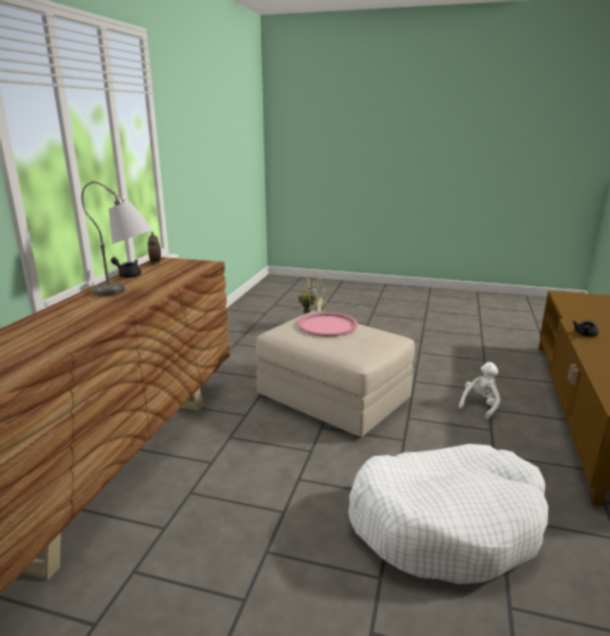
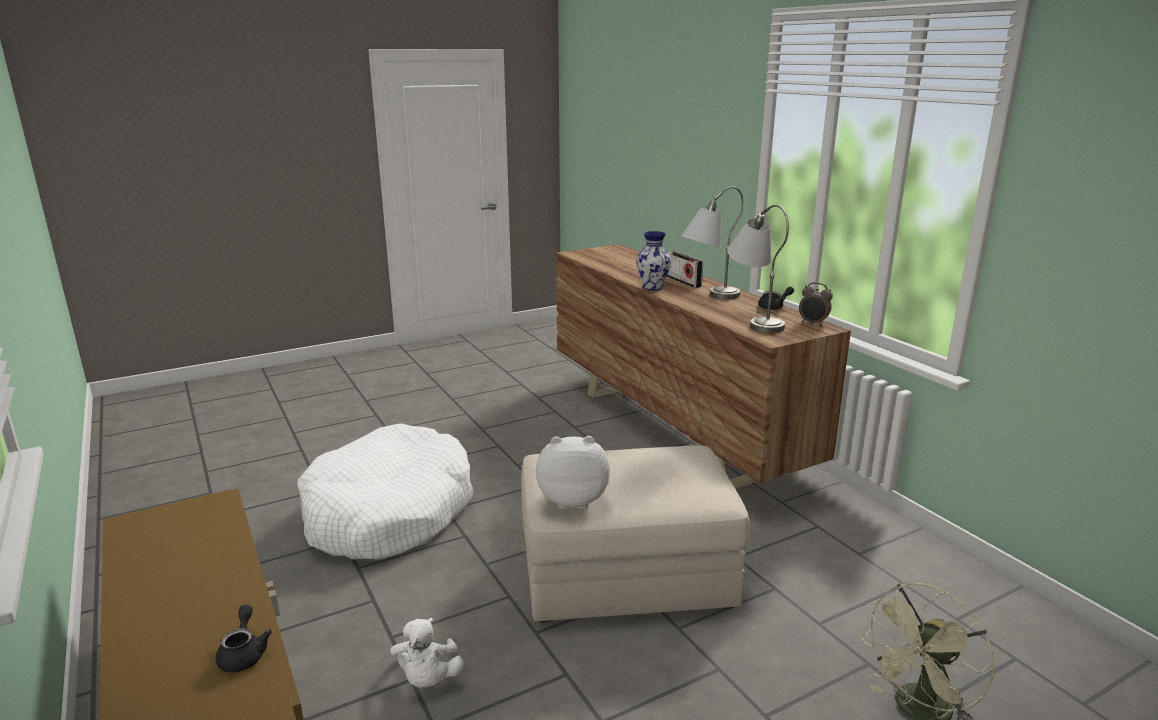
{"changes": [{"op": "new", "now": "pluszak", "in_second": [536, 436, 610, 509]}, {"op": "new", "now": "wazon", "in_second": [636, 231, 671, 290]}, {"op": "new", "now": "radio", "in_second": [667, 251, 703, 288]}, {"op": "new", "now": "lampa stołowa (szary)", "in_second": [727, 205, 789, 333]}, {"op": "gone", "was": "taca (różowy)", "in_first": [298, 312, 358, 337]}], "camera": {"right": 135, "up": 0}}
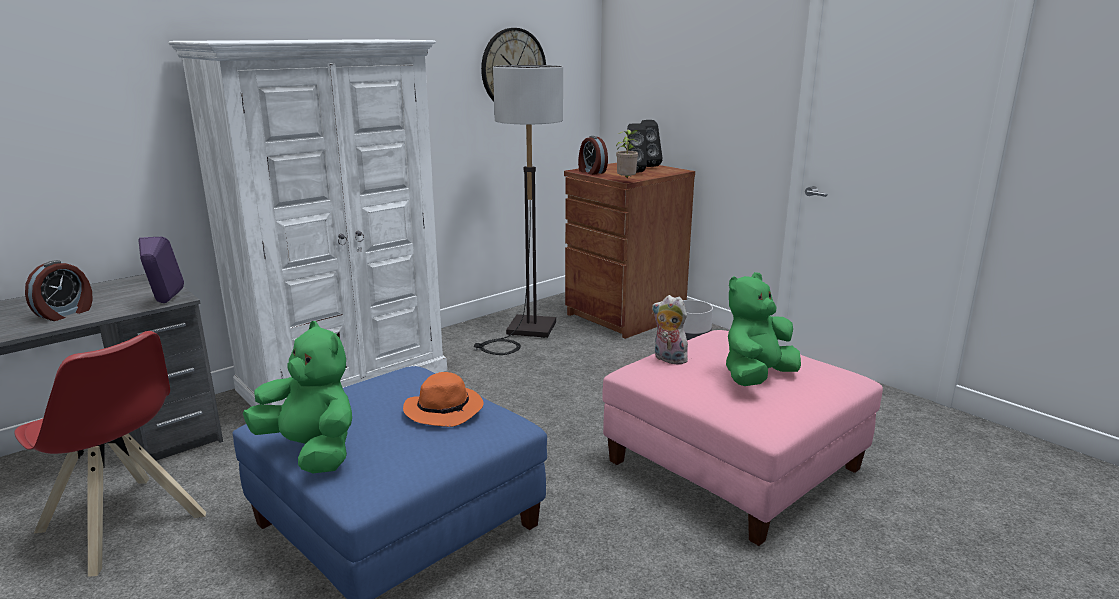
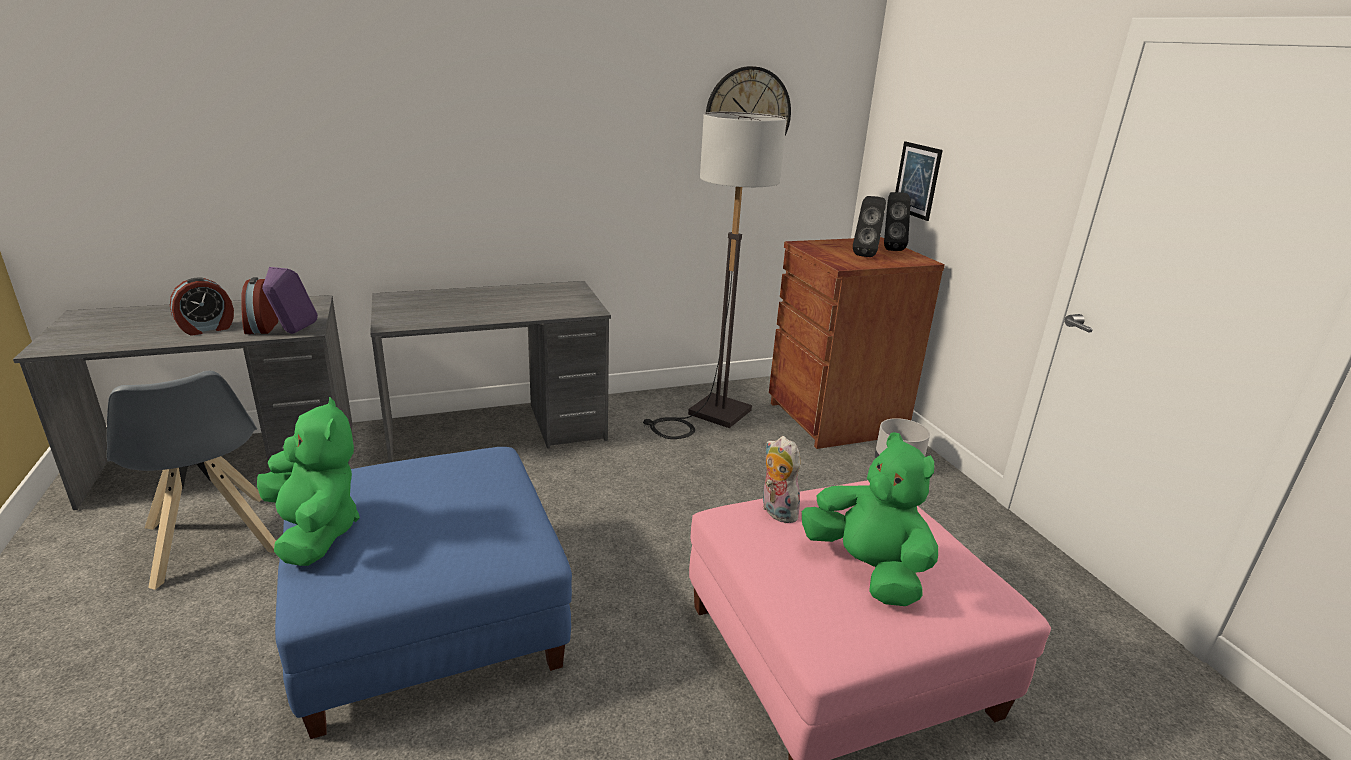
{"changes": [{"op": "repainted", "was": "krzesło (czerwony)", "now": "krzesło (szary)", "in_first": [14, 331, 206, 577], "in_second": [107, 371, 276, 590]}, {"op": "shifted", "was": "budzik", "in_first": [578, 136, 608, 175], "in_second": [241, 277, 278, 334]}, {"op": "swapped", "was": "szafa (biały)", "now": "biurko (szary)", "in_first": [169, 39, 447, 407], "in_second": [370, 281, 611, 462]}, {"op": "rotated", "was": "pluszak (zielony)", "in_first": [726, 272, 801, 386], "in_second": [802, 432, 938, 606], "clockwise": 75}, {"op": "new", "now": "obraz", "in_second": [895, 141, 943, 221]}, {"op": "gone", "was": "kapelusz (pomarańczowy)", "in_first": [403, 372, 484, 427]}, {"op": "gone", "was": "roślina doniczkowa", "in_first": [616, 130, 639, 179]}], "camera": {"right": 20, "up": 5}}
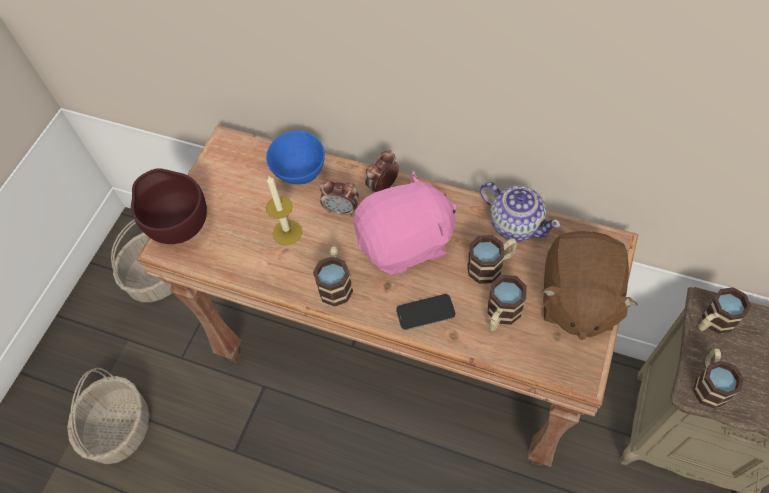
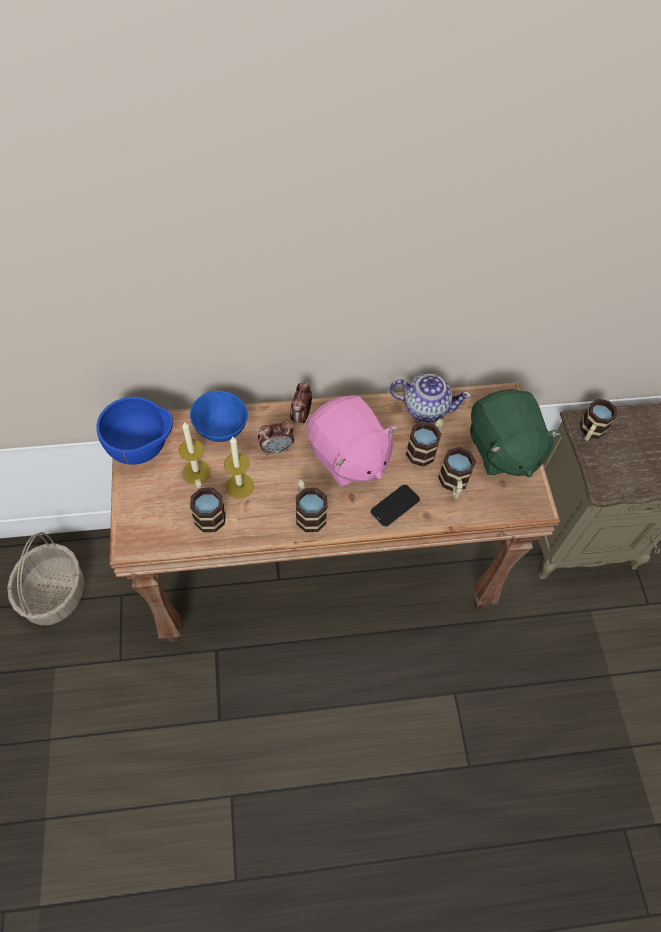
{"changes": [{"op": "new", "now": "miska (niebieski)", "in_second": [96, 397, 173, 465]}, {"op": "new", "now": "świeca", "in_second": [179, 421, 211, 485]}, {"op": "shifted", "was": "kubek", "in_first": [692, 348, 744, 409], "in_second": [190, 479, 226, 532]}, {"op": "rotated", "was": "pluszak (różowy)", "in_first": [354, 170, 457, 275], "in_second": [306, 395, 398, 487], "clockwise": 105}, {"op": "repainted", "was": "pluszak (brązowy)", "now": "pluszak (zielony)", "in_first": [542, 231, 638, 340], "in_second": [470, 389, 561, 477]}, {"op": "gone", "was": "koszyk", "in_first": [67, 368, 149, 464]}, {"op": "gone", "was": "miska (brązowy)", "in_first": [131, 168, 207, 244]}], "camera": {"right": -35, "up": 0}}
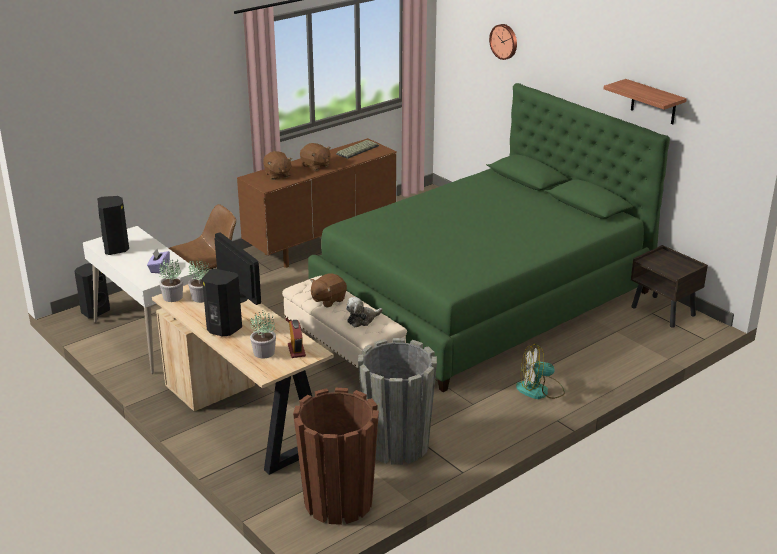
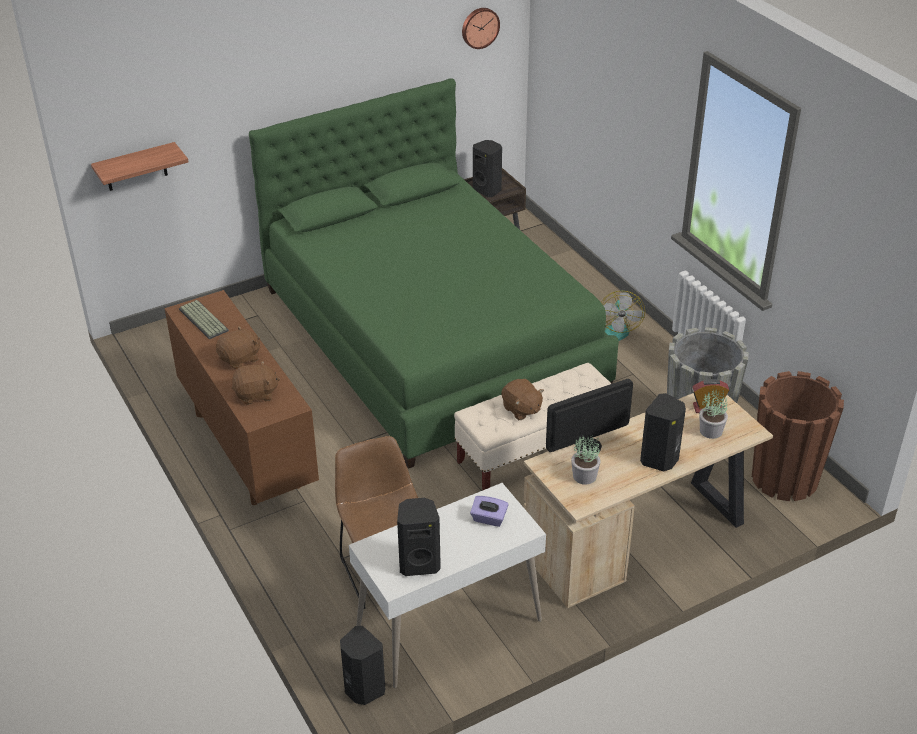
{"changes": [{"op": "shifted", "was": "półka", "in_first": [604, 79, 687, 124], "in_second": [91, 142, 189, 191]}, {"op": "shifted", "was": "zegar ścienny", "in_first": [489, 24, 517, 60], "in_second": [462, 8, 500, 49]}, {"op": "new", "now": "głośnik (czarny)", "in_second": [473, 140, 502, 197]}, {"op": "gone", "was": "roślina doniczkowa", "in_first": [159, 258, 183, 302]}, {"op": "gone", "was": "pluszak", "in_first": [346, 297, 383, 327]}], "camera": {"right": -80, "up": 10}}
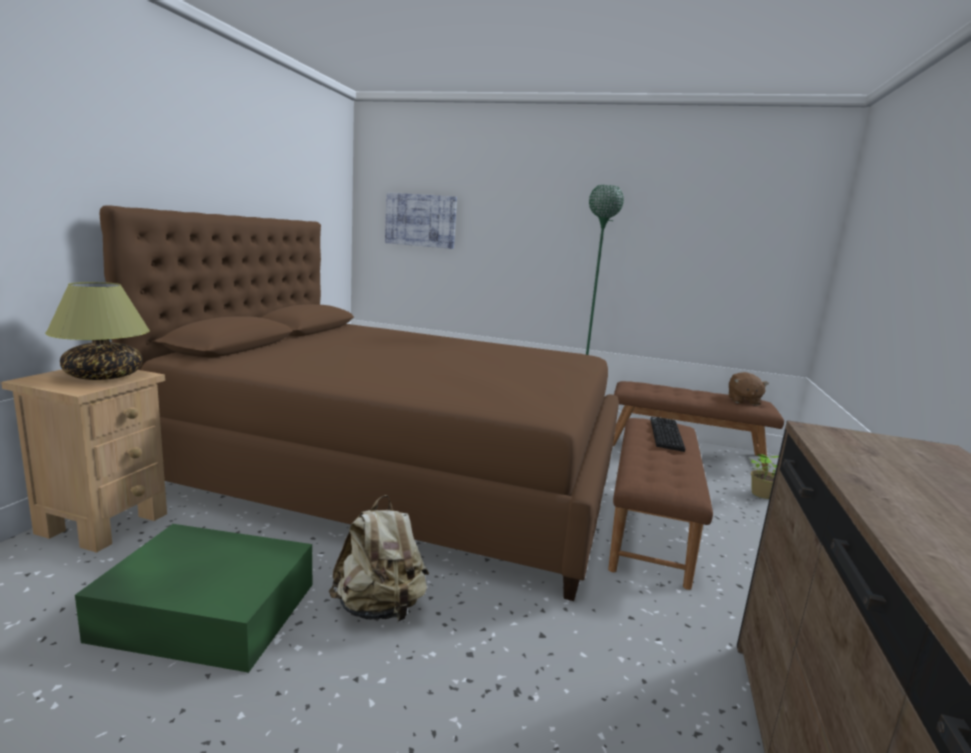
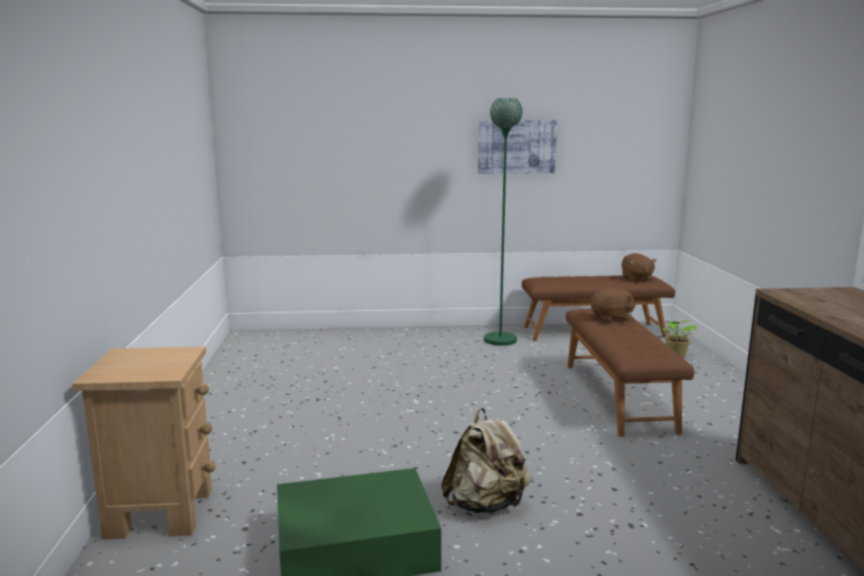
{"changes": [{"op": "shifted", "was": "obraz", "in_first": [385, 192, 457, 249], "in_second": [478, 120, 557, 174]}, {"op": "swapped", "was": "klawiatura", "now": "pluszak (brązowy)", "in_first": [650, 417, 685, 452], "in_second": [590, 288, 636, 322]}, {"op": "gone", "was": "lampa stołowa", "in_first": [45, 282, 150, 380]}, {"op": "gone", "was": "łóżko (brązowy)", "in_first": [99, 206, 619, 601]}], "camera": {"right": -20, "up": 0}}
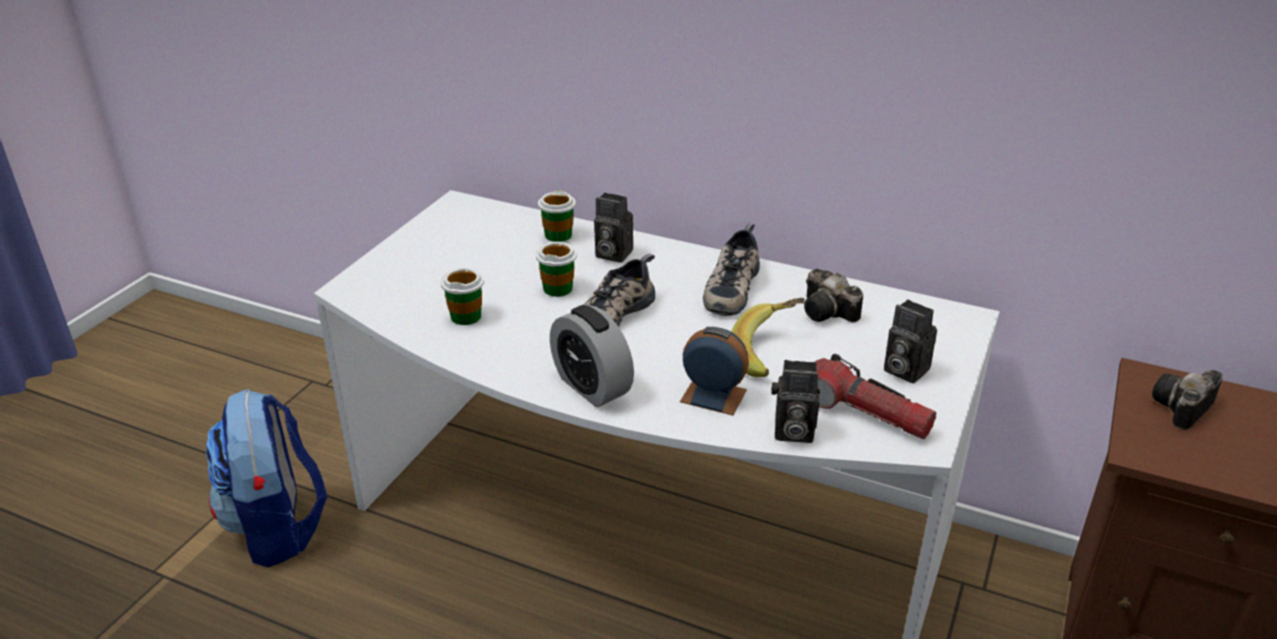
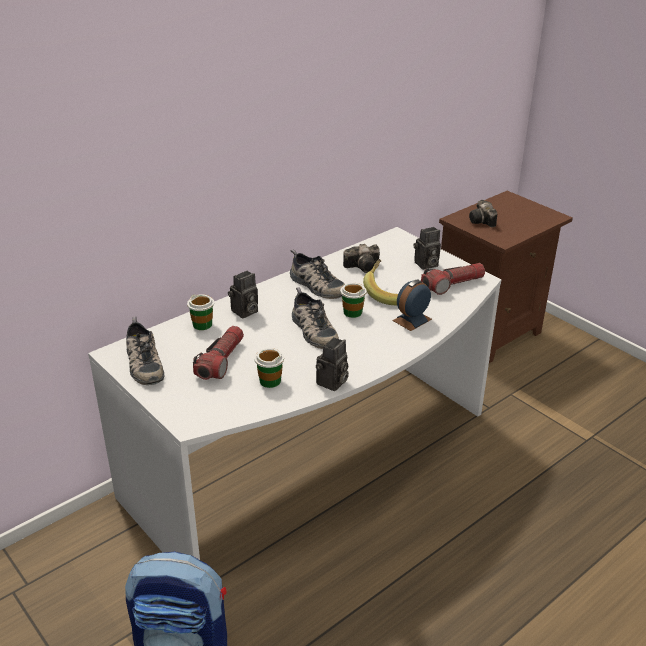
{"changes": [{"op": "new", "now": "but", "in_second": [126, 317, 164, 385]}, {"op": "new", "now": "latarka", "in_second": [193, 326, 244, 380]}, {"op": "shifted", "was": "aparat fotograficzny", "in_first": [771, 360, 820, 443], "in_second": [316, 337, 349, 391]}, {"op": "shifted", "was": "filiżanka", "in_first": [536, 242, 577, 297], "in_second": [340, 283, 367, 318]}, {"op": "gone", "was": "budzik", "in_first": [550, 305, 634, 407]}], "camera": {"right": -65, "up": 0}}
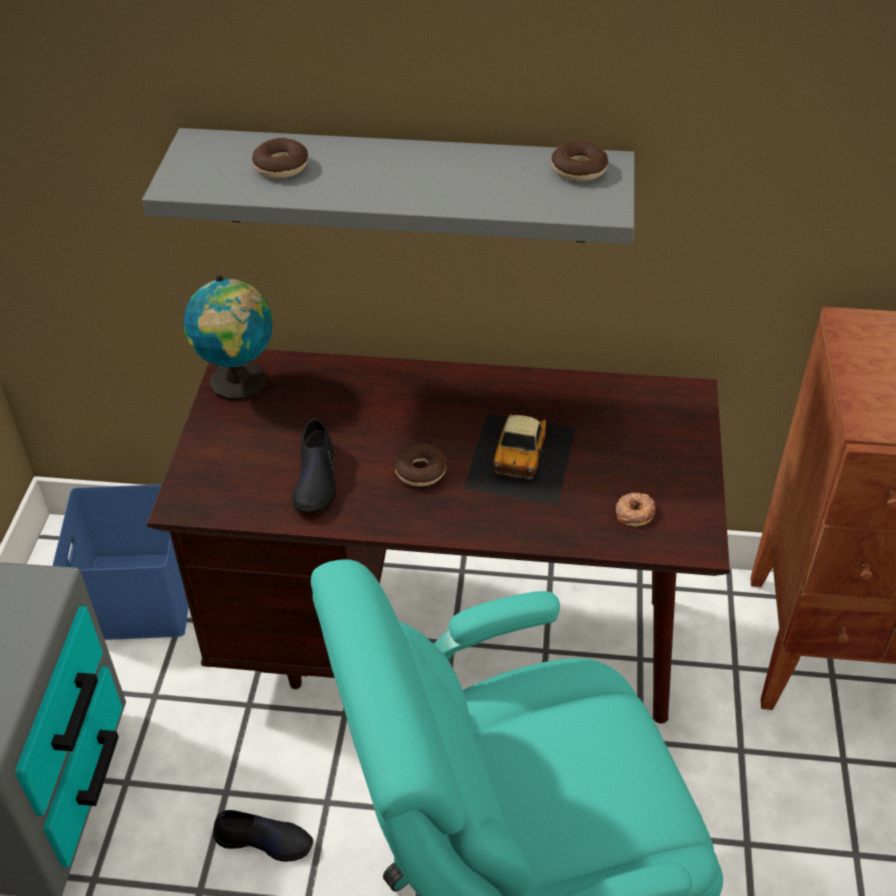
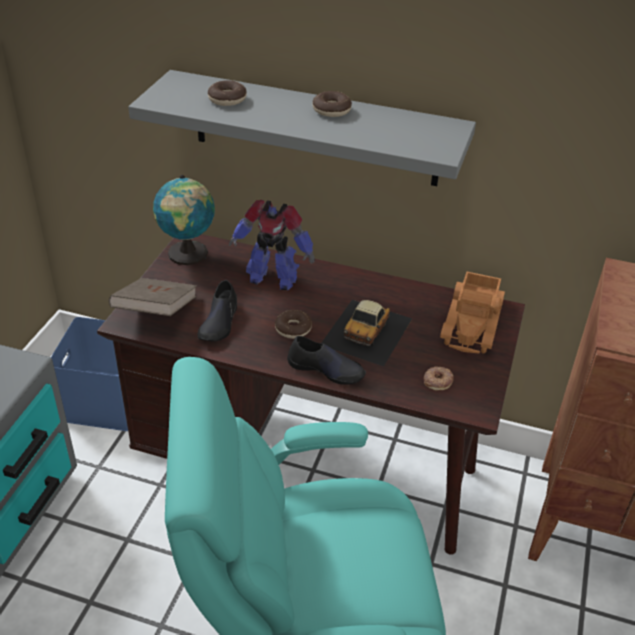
{"changes": [{"op": "new", "now": "książka (brązowy)", "in_second": [109, 278, 197, 316]}, {"op": "new", "now": "robot zabawkowy", "in_second": [229, 200, 315, 290]}, {"op": "shifted", "was": "but (czarny)", "in_first": [213, 810, 313, 862], "in_second": [287, 336, 366, 385]}, {"op": "shifted", "was": "donut", "in_first": [551, 141, 608, 181], "in_second": [312, 91, 352, 117]}, {"op": "new", "now": "ciężarówka zabawkowa", "in_second": [440, 271, 505, 354]}], "camera": {"right": 10, "up": -5}}
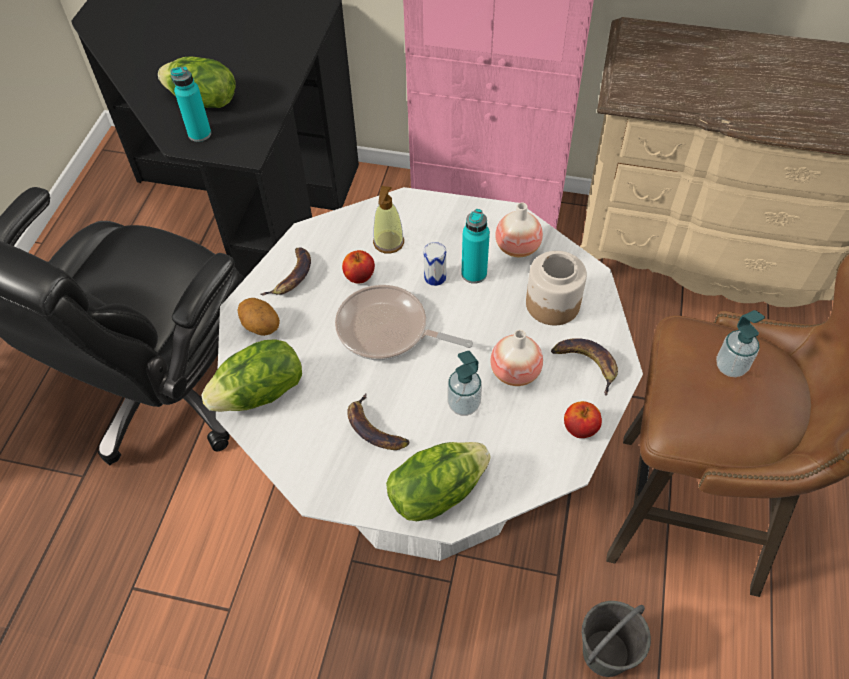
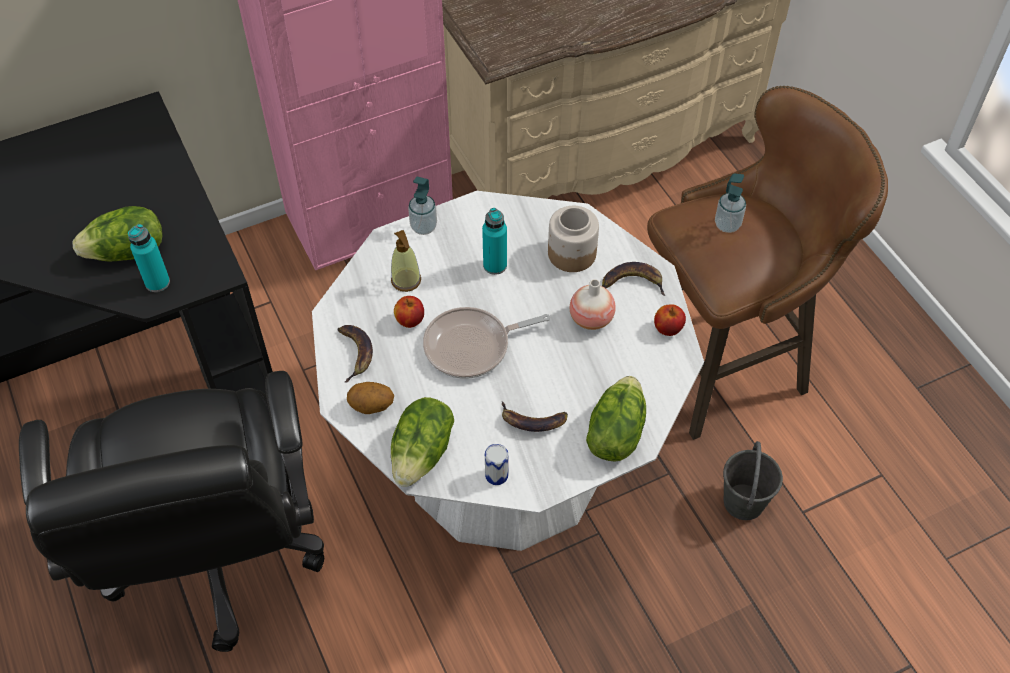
{"changes": [{"op": "shifted", "was": "dozownik mydła", "in_first": [447, 351, 482, 416], "in_second": [408, 177, 437, 235]}, {"op": "shifted", "was": "puszka", "in_first": [424, 242, 446, 286], "in_second": [485, 444, 508, 485]}, {"op": "gone", "was": "wazon", "in_first": [495, 202, 543, 257]}], "camera": {"right": -40, "up": 0}}
